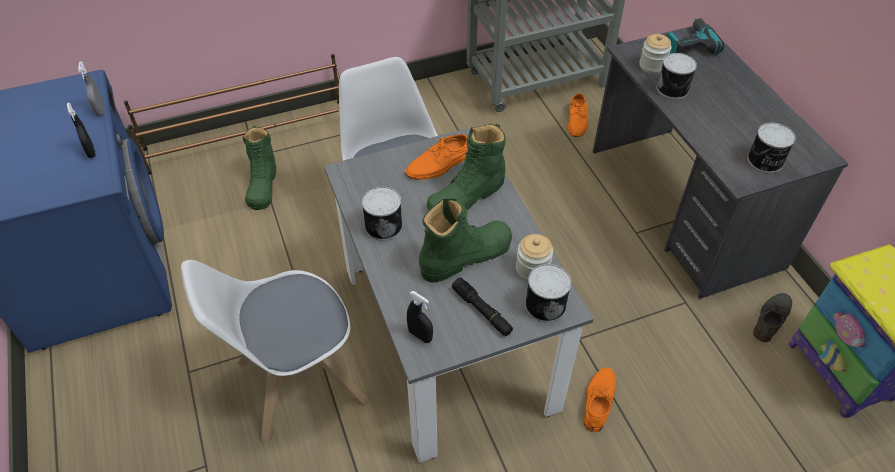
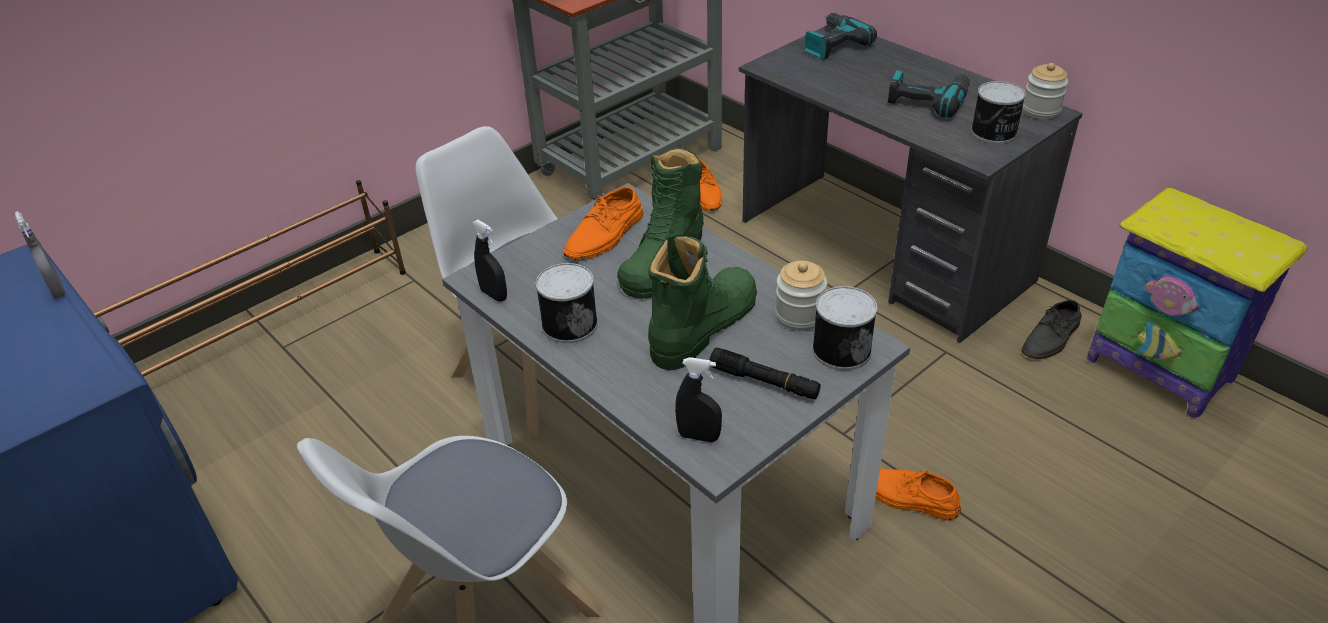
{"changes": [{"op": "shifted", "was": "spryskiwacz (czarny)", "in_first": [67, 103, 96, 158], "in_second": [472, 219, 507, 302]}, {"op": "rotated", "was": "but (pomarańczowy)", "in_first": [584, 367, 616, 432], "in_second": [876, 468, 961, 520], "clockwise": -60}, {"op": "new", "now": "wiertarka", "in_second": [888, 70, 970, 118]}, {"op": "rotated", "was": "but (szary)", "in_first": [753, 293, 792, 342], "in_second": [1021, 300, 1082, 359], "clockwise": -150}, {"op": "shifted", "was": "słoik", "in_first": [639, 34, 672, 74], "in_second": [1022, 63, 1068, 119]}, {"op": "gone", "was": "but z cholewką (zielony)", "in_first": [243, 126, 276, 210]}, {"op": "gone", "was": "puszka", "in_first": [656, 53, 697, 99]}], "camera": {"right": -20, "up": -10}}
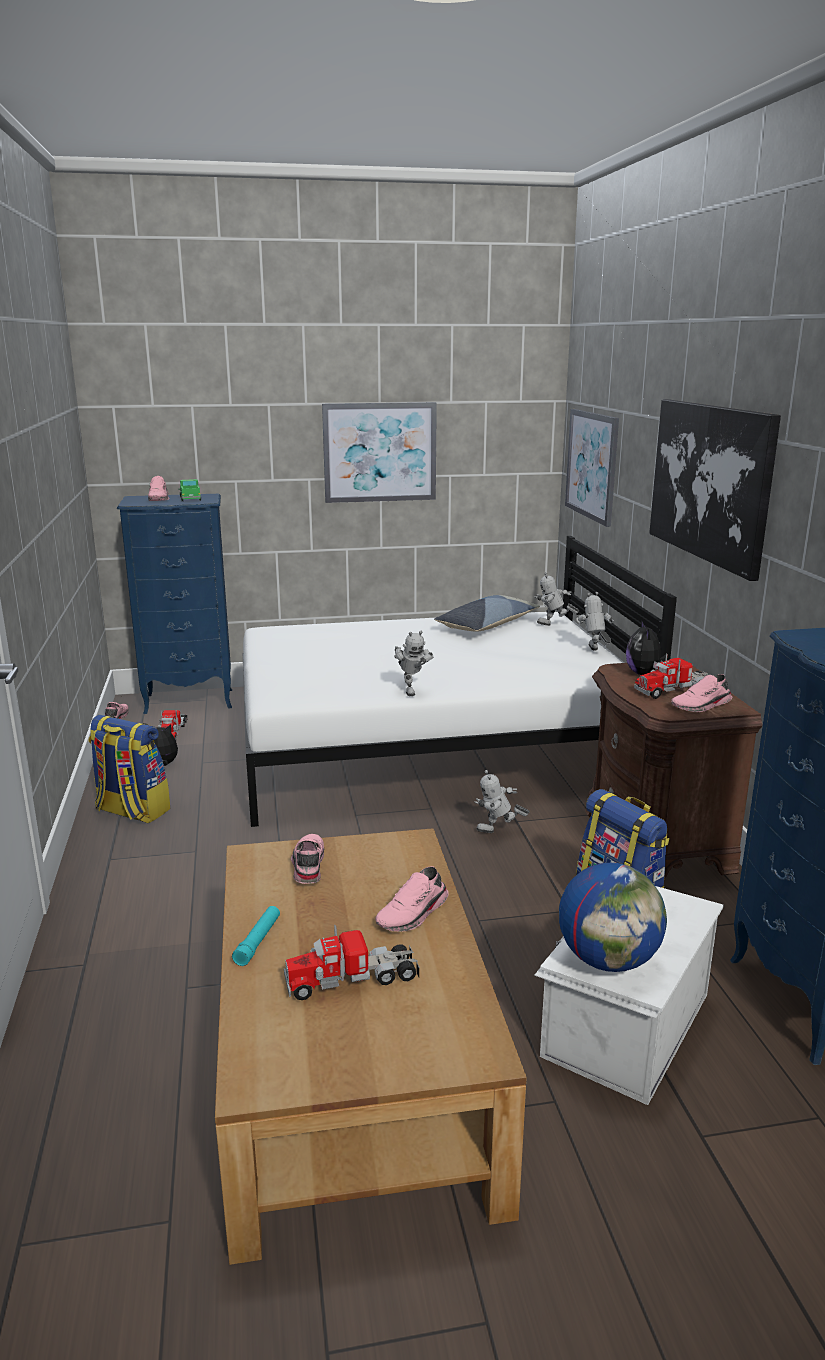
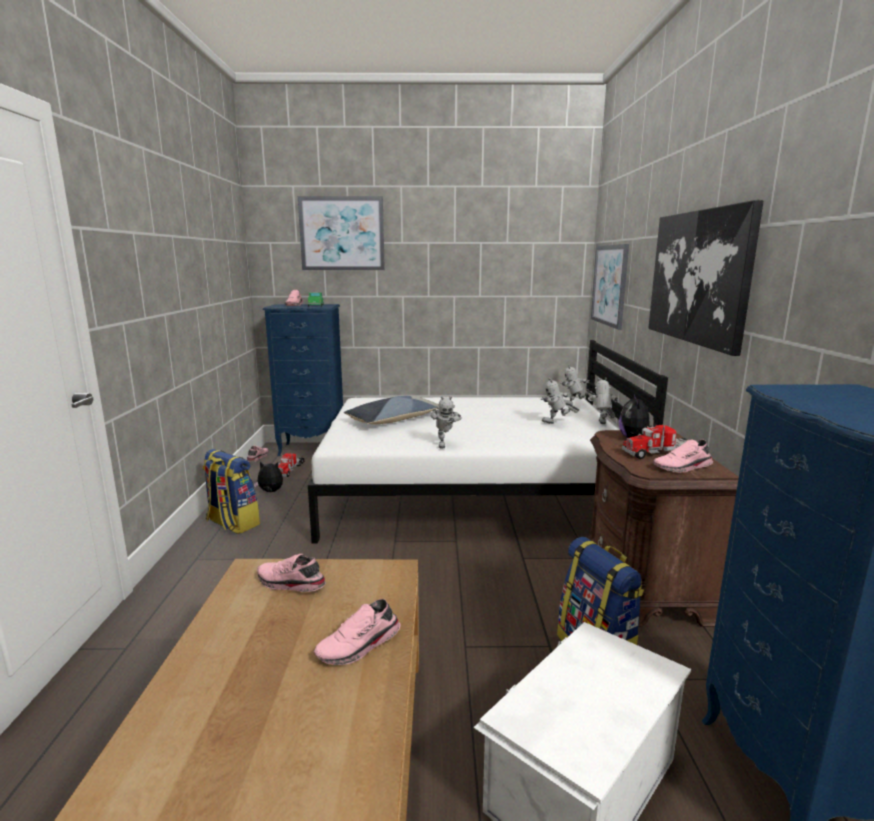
{"changes": [{"op": "rotated", "was": "but (różowy)", "in_first": [291, 834, 324, 884], "in_second": [257, 554, 326, 592], "clockwise": -75}, {"op": "shifted", "was": "obraz", "in_first": [322, 402, 437, 503], "in_second": [298, 196, 385, 270]}, {"op": "shifted", "was": "poduszka", "in_first": [434, 595, 540, 632], "in_second": [344, 396, 439, 424]}, {"op": "shifted", "was": "robot zabawkowy", "in_first": [474, 770, 530, 833], "in_second": [541, 378, 579, 424]}, {"op": "gone", "was": "latarka (turkusowy)", "in_first": [232, 906, 280, 966]}, {"op": "gone", "was": "ciężarówka zabawkowa", "in_first": [284, 925, 420, 1000]}, {"op": "gone", "was": "globus", "in_first": [559, 863, 667, 972]}], "camera": {"right": 10, "up": -5}}
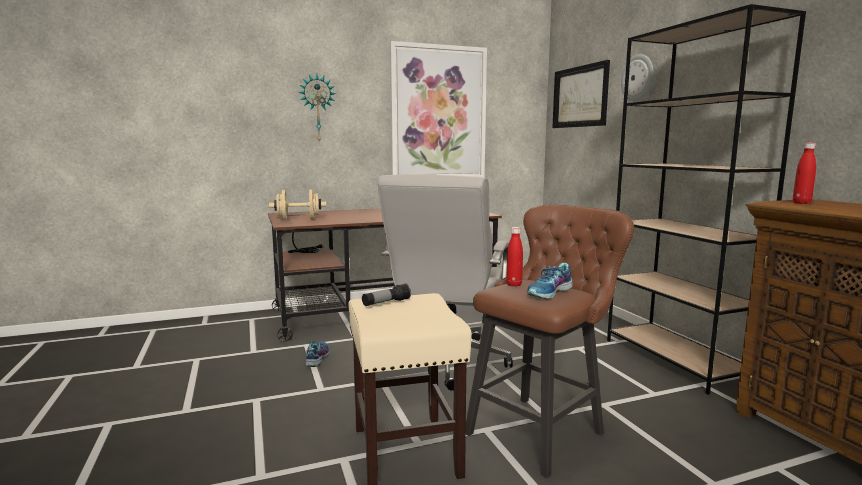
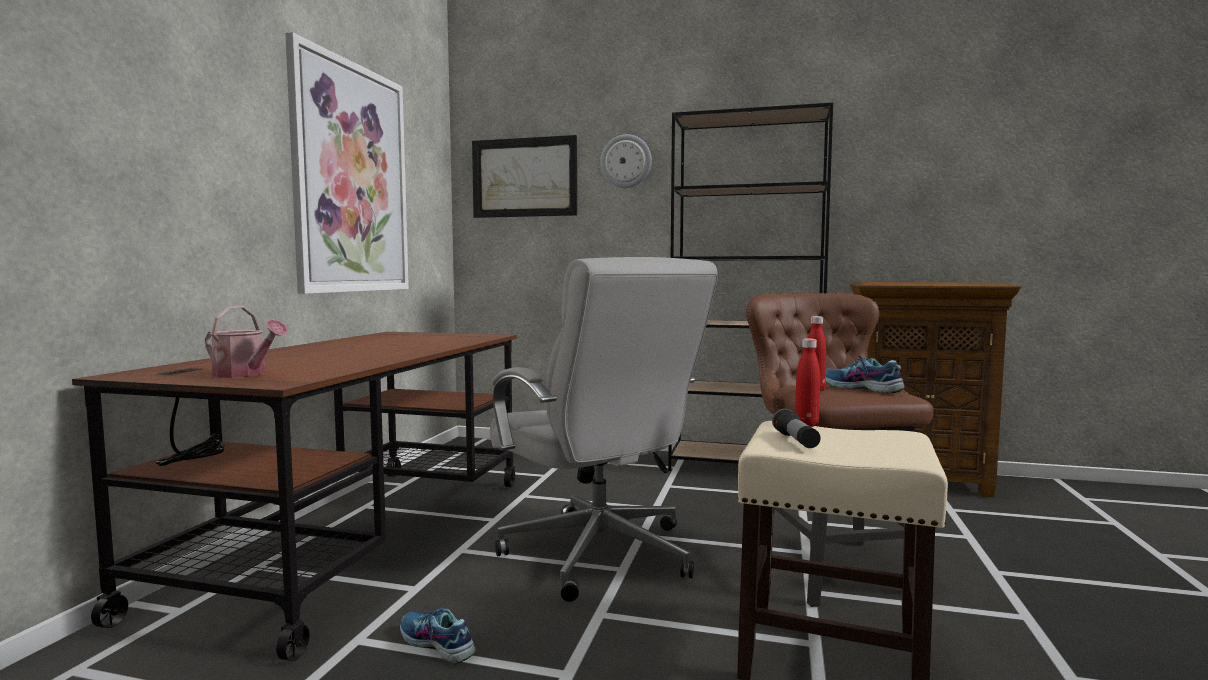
{"changes": [{"op": "swapped", "was": "hantel (beżowy)", "now": "konewka", "in_first": [269, 189, 326, 220], "in_second": [205, 306, 288, 378]}, {"op": "shifted", "was": "butelka (czerwony)", "in_first": [793, 143, 816, 204], "in_second": [795, 338, 820, 427]}, {"op": "rotated", "was": "but", "in_first": [527, 263, 573, 300], "in_second": [825, 355, 904, 393], "clockwise": 150}, {"op": "gone", "was": "zegar ścienny", "in_first": [298, 75, 336, 143]}], "camera": {"right": -55, "up": -5}}
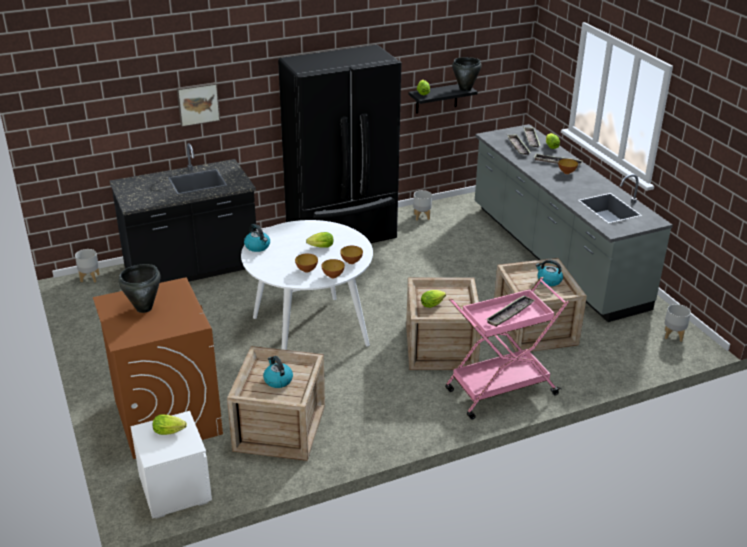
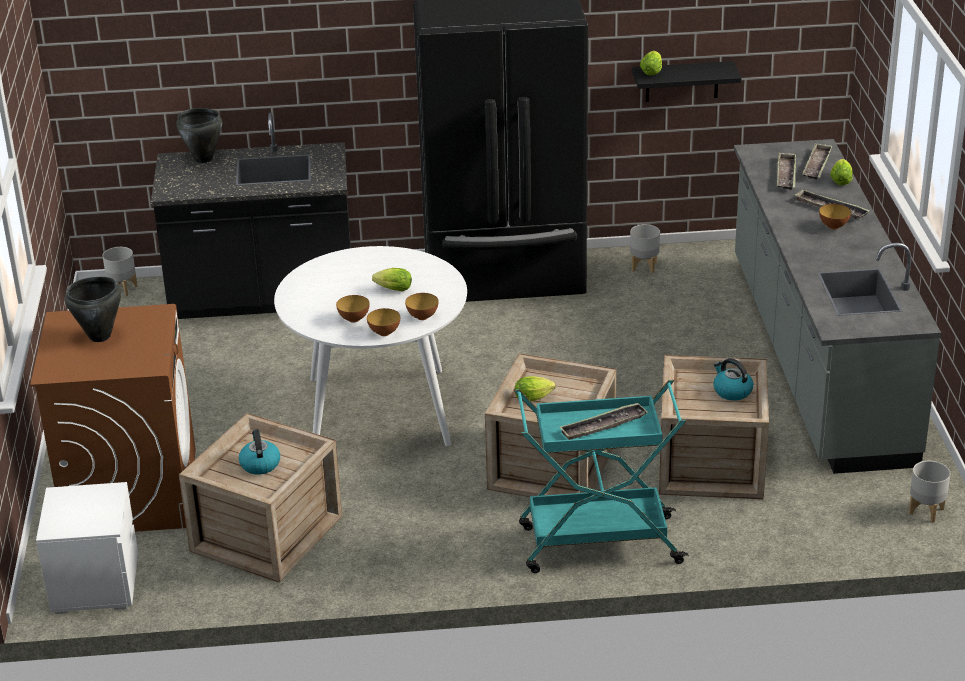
{"changes": [{"op": "shifted", "was": "garnek (czarny)", "in_first": [452, 57, 482, 92], "in_second": [176, 108, 222, 163]}, {"op": "repainted", "was": "wózek (różowy)", "now": "wózek (turkusowy)", "in_first": [445, 277, 569, 420], "in_second": [514, 380, 689, 573]}, {"op": "gone", "was": "sałata", "in_first": [153, 414, 187, 435]}, {"op": "gone", "was": "obraz", "in_first": [177, 82, 220, 127]}, {"op": "gone", "was": "czajnik", "in_first": [244, 224, 270, 252]}], "camera": {"right": 20, "up": 0}}
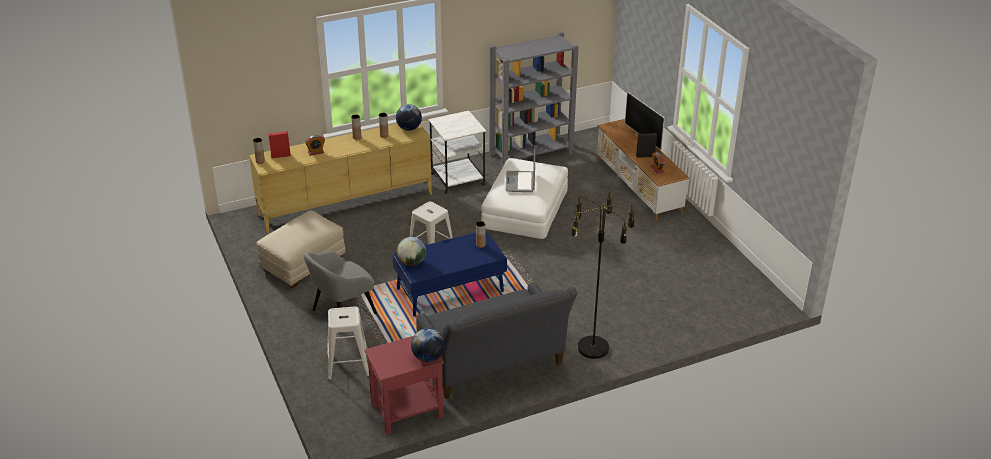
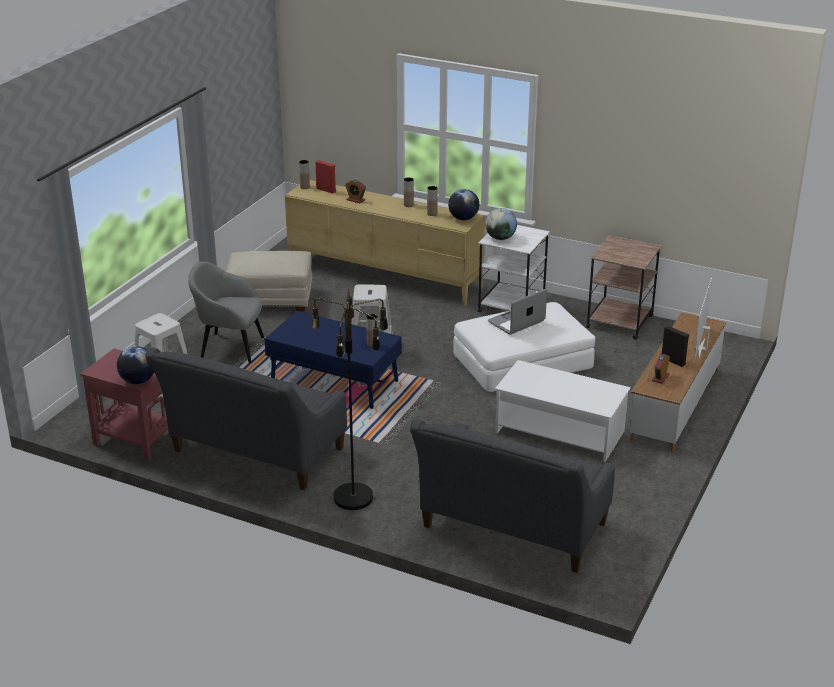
{"changes": [{"op": "new", "now": "kanapa (szary)", "in_second": [410, 419, 615, 573]}, {"op": "shifted", "was": "globus", "in_first": [397, 237, 426, 266], "in_second": [485, 208, 517, 240]}, {"op": "new", "now": "ława (biały)", "in_second": [495, 360, 631, 462]}, {"op": "swapped", "was": "regał (szary)", "now": "wózek (brązowy)", "in_first": [489, 32, 579, 168], "in_second": [586, 235, 662, 340]}], "camera": {"right": 50, "up": -5}}
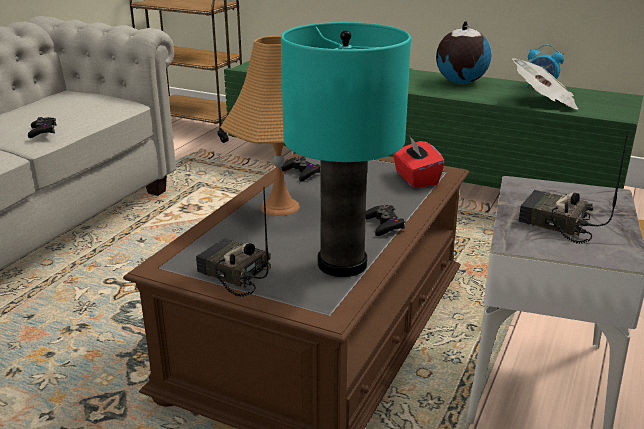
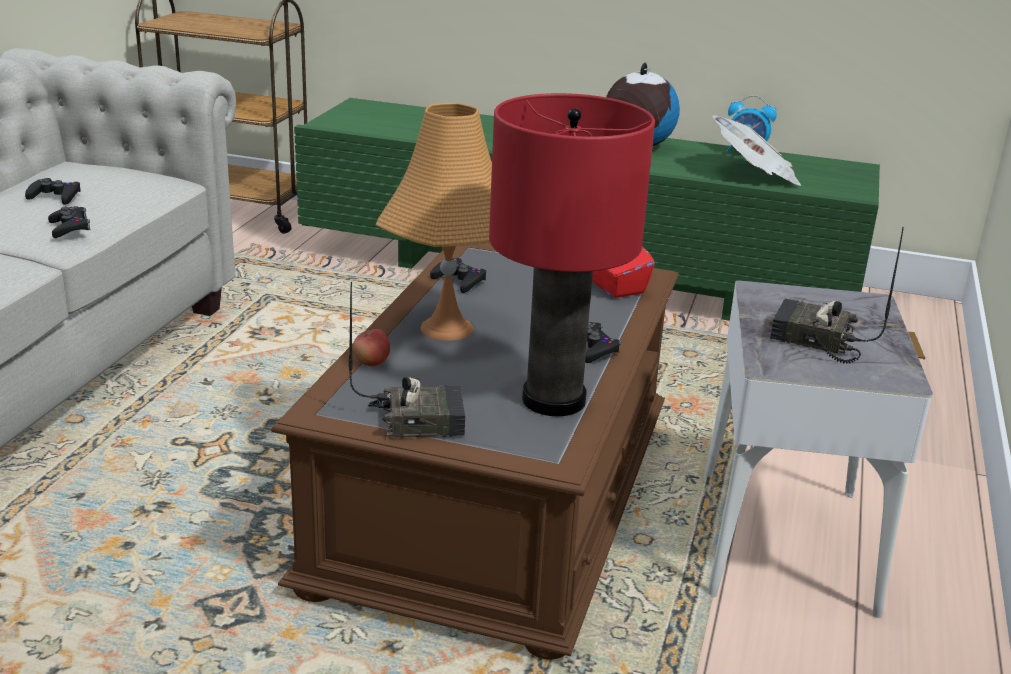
{"changes": [{"op": "new", "now": "pad do gier (czarny)", "in_second": [25, 178, 81, 205]}, {"op": "rotated", "was": "radio", "in_first": [196, 187, 271, 297], "in_second": [349, 282, 465, 438], "clockwise": 150}, {"op": "new", "now": "jabłko", "in_second": [353, 329, 390, 366]}, {"op": "repainted", "was": "lampa stołowa (turkusowy)", "now": "lampa stołowa (czerwony)", "in_first": [281, 22, 411, 277], "in_second": [489, 93, 655, 416]}], "camera": {"right": -10, "up": 0}}
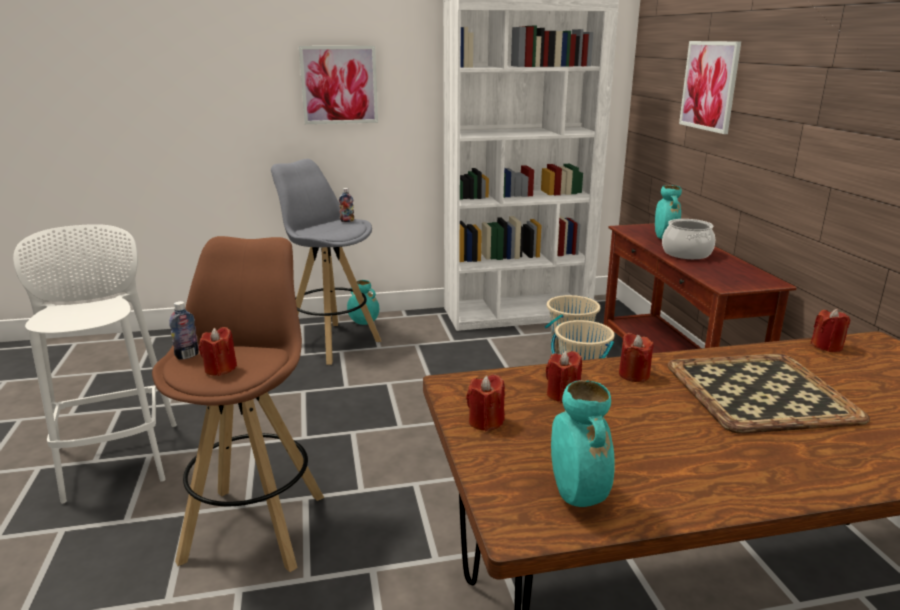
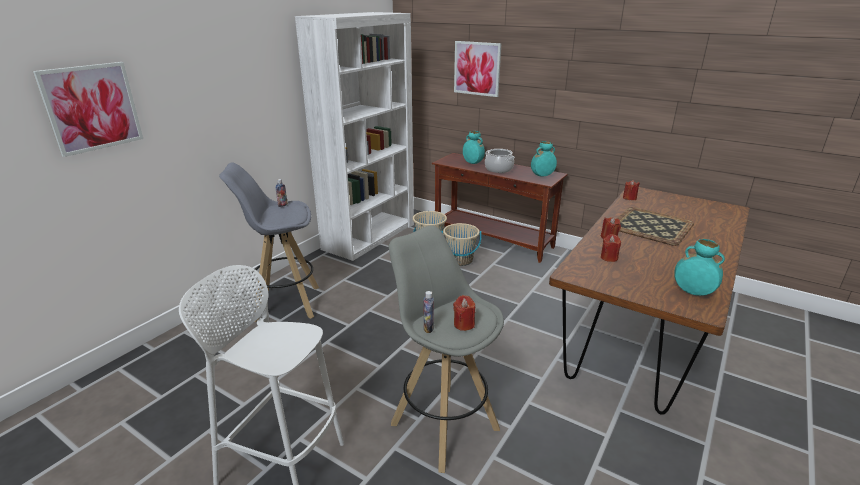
{"changes": [{"op": "shifted", "was": "obraz", "in_first": [299, 46, 378, 124], "in_second": [33, 62, 143, 157]}, {"op": "repainted", "was": "stołek (brązowy)", "now": "stołek (szary)", "in_first": [152, 236, 324, 572], "in_second": [389, 225, 504, 473]}, {"op": "shifted", "was": "wazon (turkusowy)", "in_first": [347, 280, 379, 325], "in_second": [531, 141, 557, 177]}, {"op": "gone", "was": "świeca (czerwony)", "in_first": [466, 374, 505, 431]}], "camera": {"right": -45, "up": 5}}
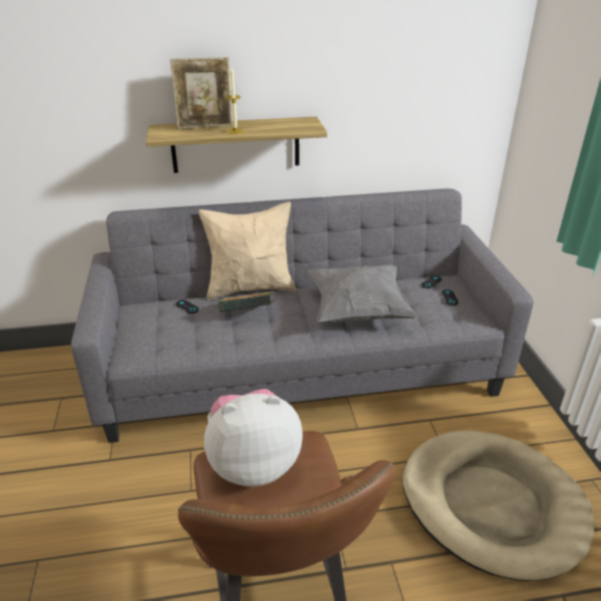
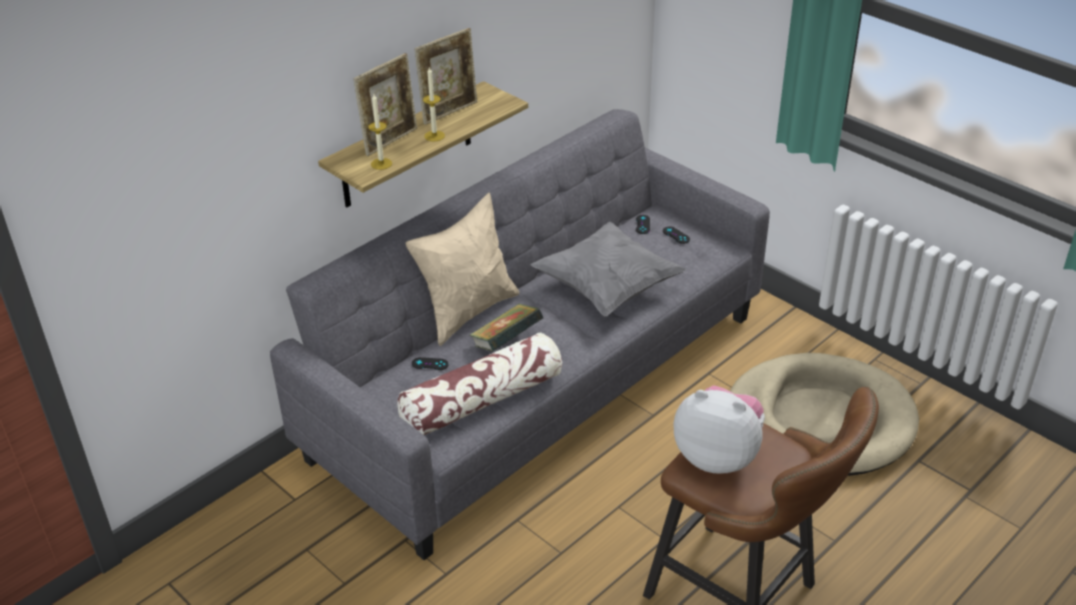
{"changes": [{"op": "new", "now": "świeca", "in_second": [368, 94, 392, 170]}, {"op": "new", "now": "poduszka", "in_second": [397, 333, 562, 435]}, {"op": "new", "now": "ramka na zdjęcie", "in_second": [415, 28, 477, 125]}, {"op": "rotated", "was": "pluszak", "in_first": [204, 389, 303, 487], "in_second": [674, 386, 765, 474], "clockwise": 75}], "camera": {"right": -35, "up": 5}}
